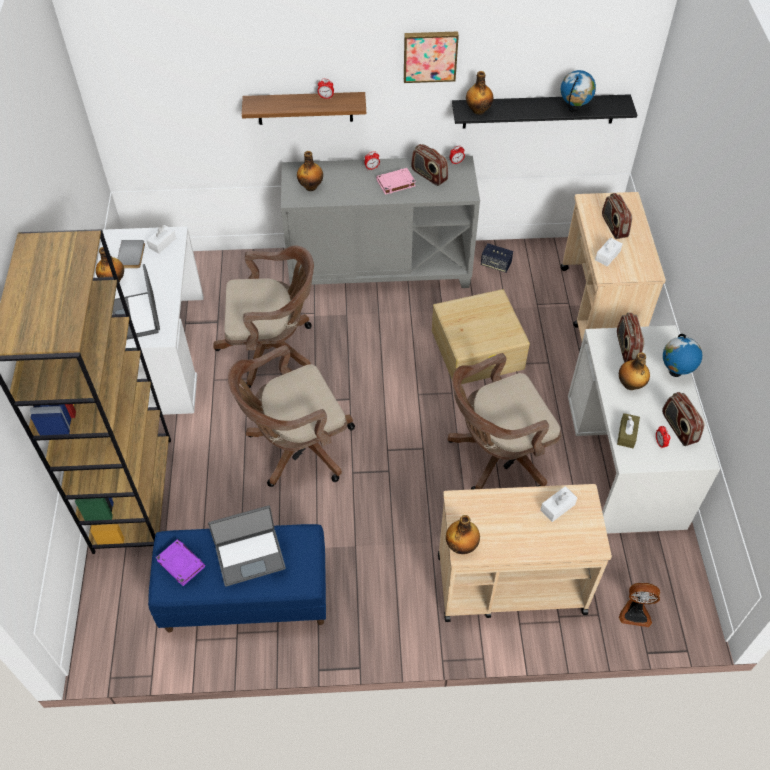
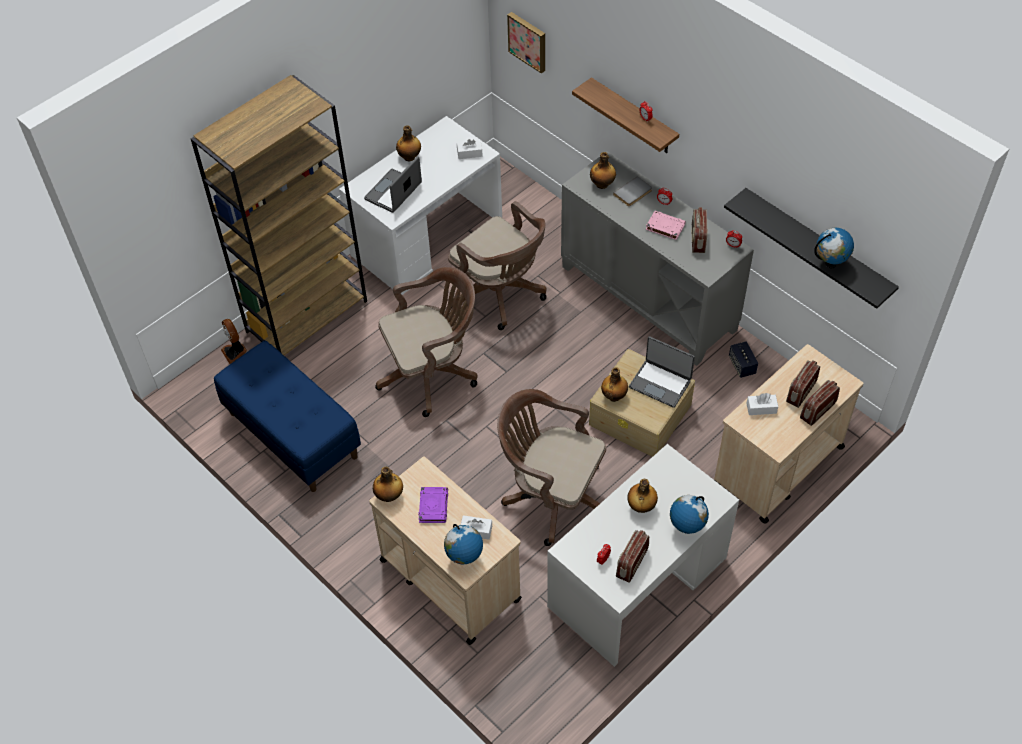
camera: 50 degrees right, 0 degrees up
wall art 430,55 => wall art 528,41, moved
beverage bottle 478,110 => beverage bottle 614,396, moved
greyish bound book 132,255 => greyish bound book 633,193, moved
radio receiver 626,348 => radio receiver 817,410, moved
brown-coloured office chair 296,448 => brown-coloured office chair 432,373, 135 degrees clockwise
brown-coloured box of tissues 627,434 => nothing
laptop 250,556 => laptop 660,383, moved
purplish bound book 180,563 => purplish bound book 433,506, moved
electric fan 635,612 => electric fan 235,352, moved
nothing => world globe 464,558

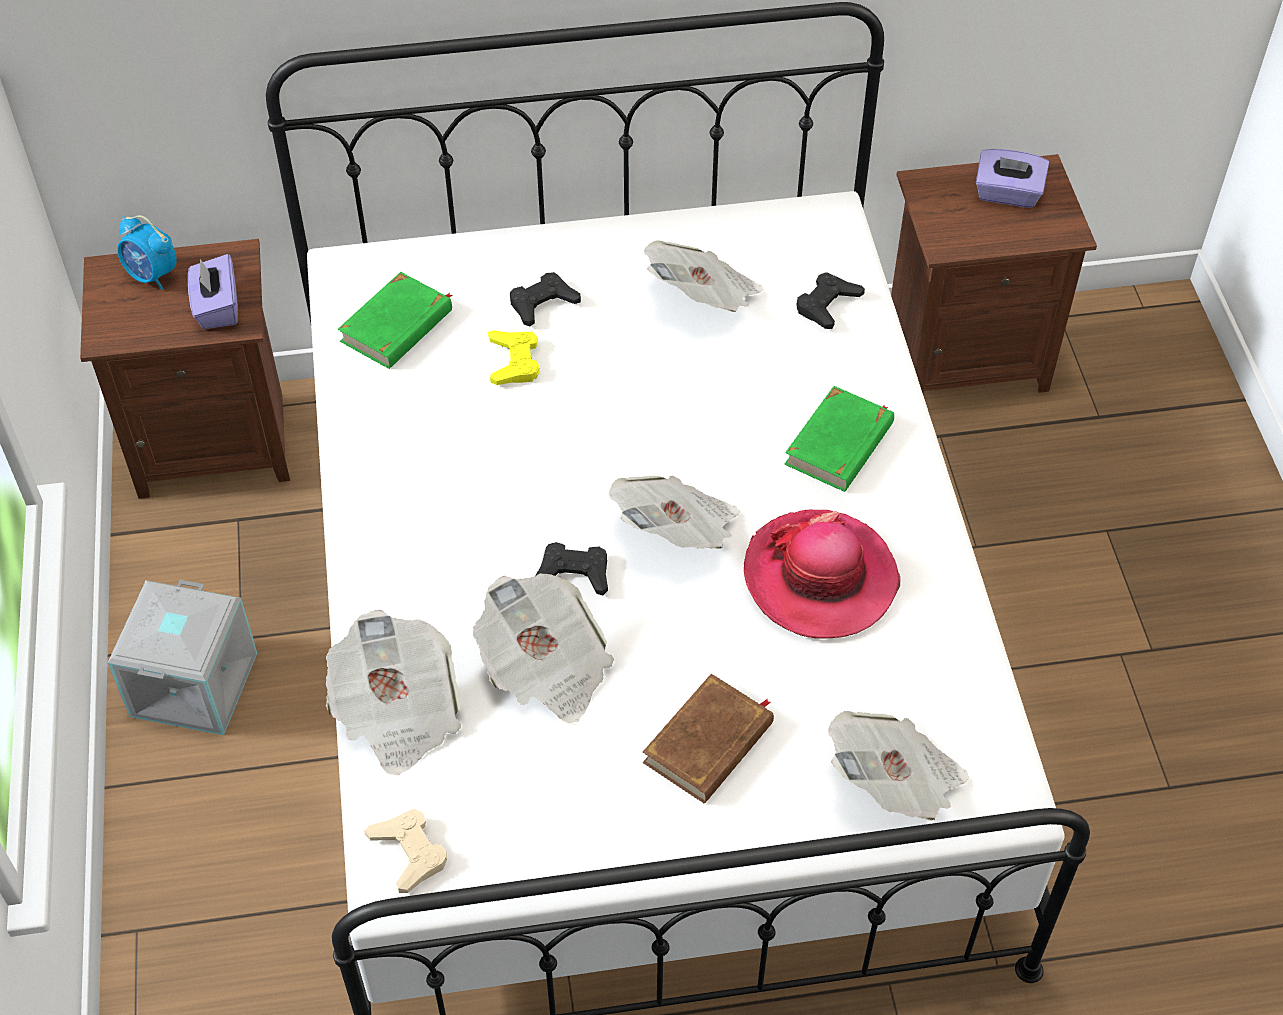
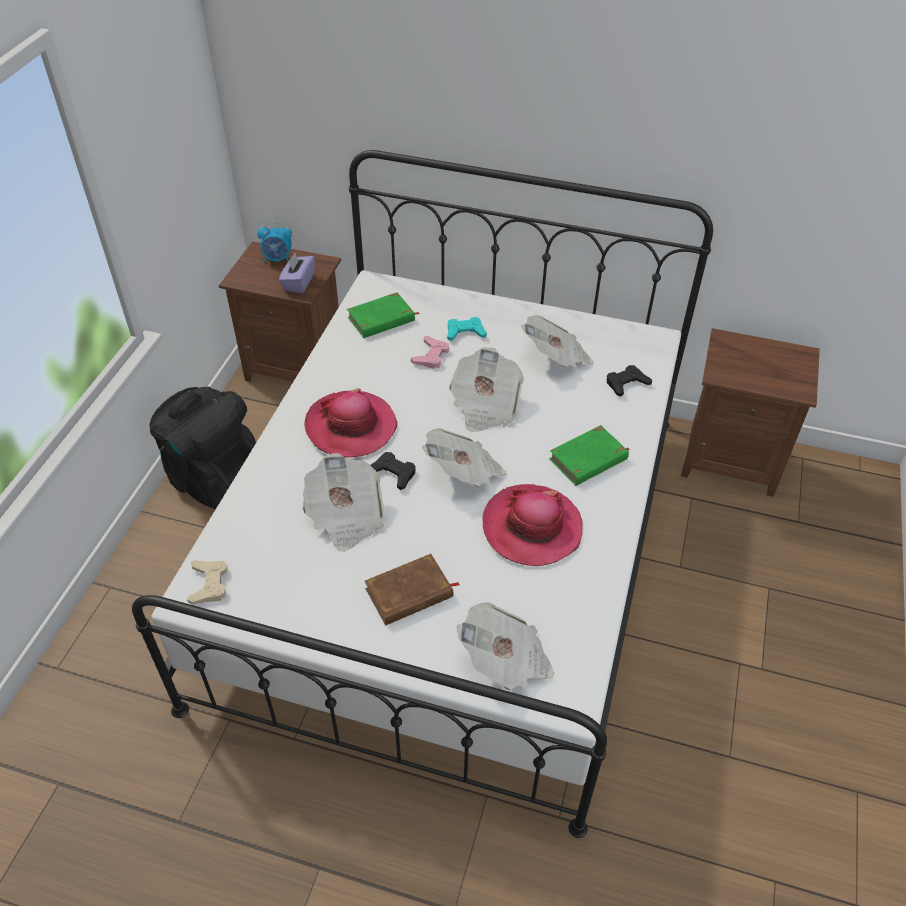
camera: 25 degrees right, 5 degrees down
purplish box of tissues 1007,194 => nothing
bedside clock 152,276 => bedside clock 278,259, 60 degrees counterclockwise
blackish joypad 542,303 => turquoise joypad 465,332
yellow joypad 514,362 => pinkish joypad 431,356
greyish storage bin 196,685 => blackish backpack 214,479
newspaper 397,712 => newspaper 484,406, moved
nothing => wearable hat 351,426

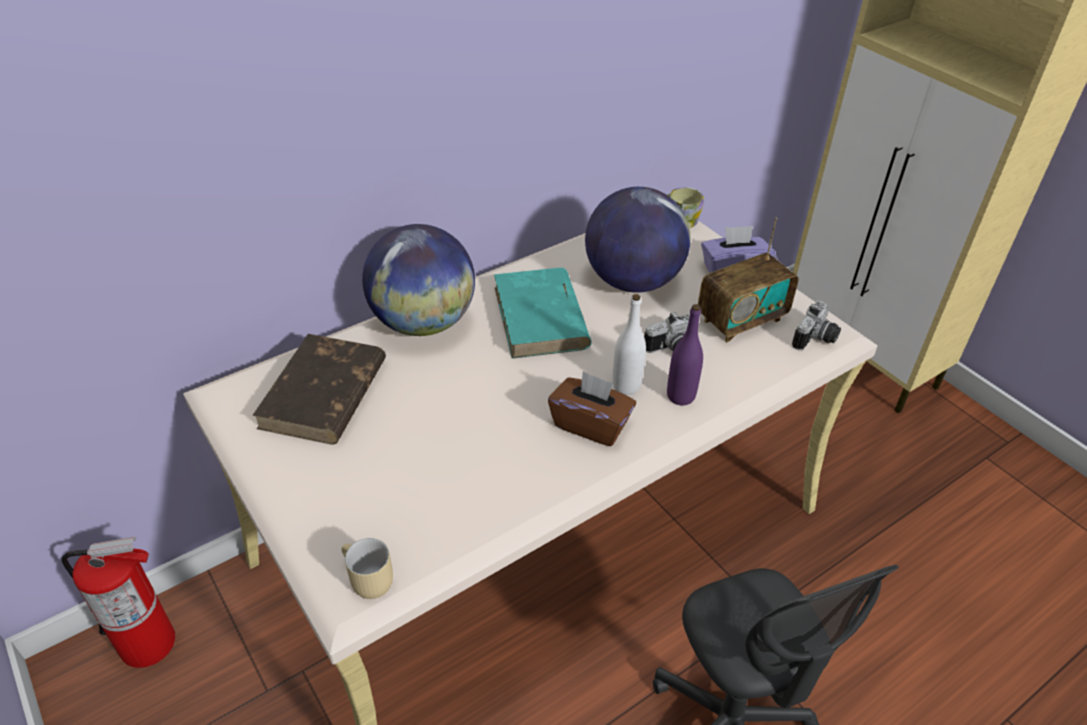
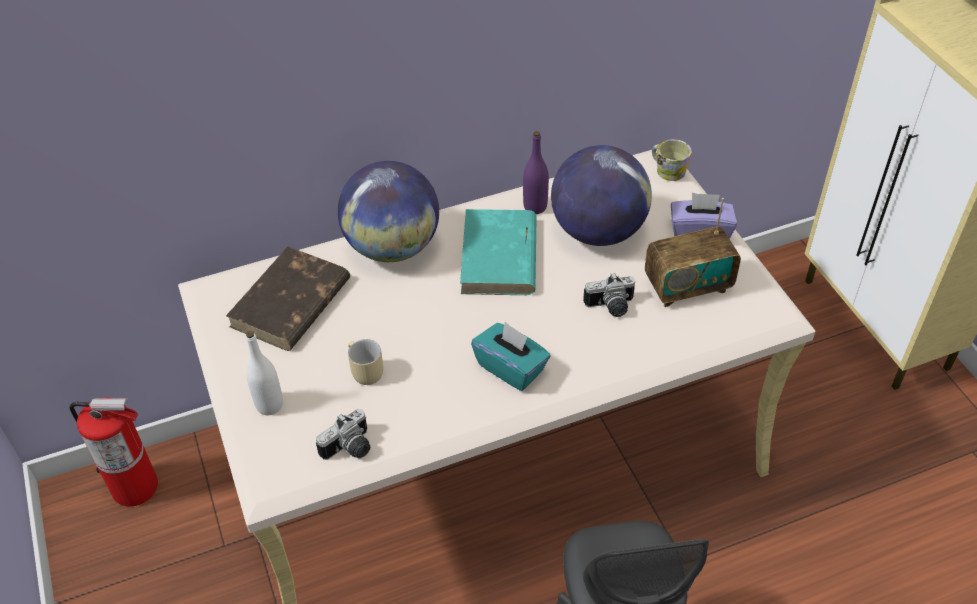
camera: 15 degrees right, 5 degrees up
white beverage bottle 626,386 => white beverage bottle 269,405, moved
photo camera 816,339 => photo camera 350,449, moved
purplish beverage bottle 680,396 => purplish beverage bottle 535,207, moved
brown-coloured box of tissues 591,424 => turquoise box of tissues 511,368
beige tea mug 365,581 => beige tea mug 363,372, moved

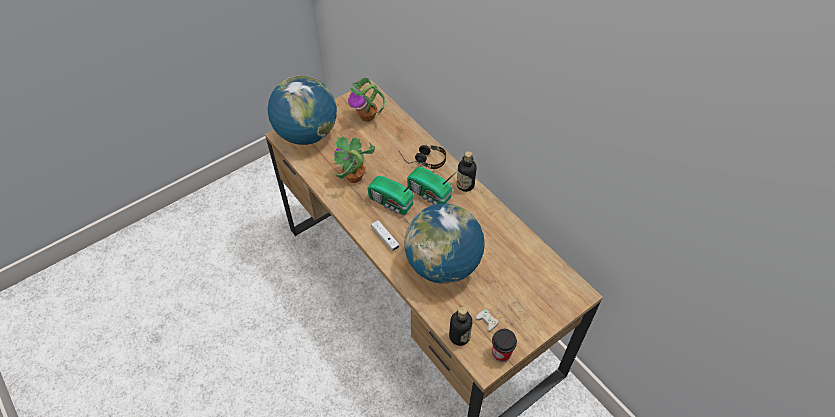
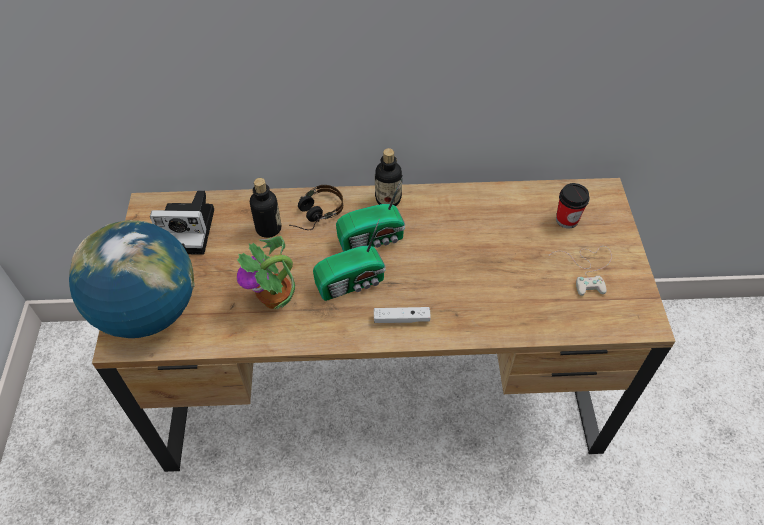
camera: 55 degrees left, 0 degrees up
plant in a pot 367,116 => photo camera 189,230
world globe 443,265 => nothing
beverage bottle 459,336 => beverage bottle 268,228, moved
small cup 501,353 => small cup 566,220, moved

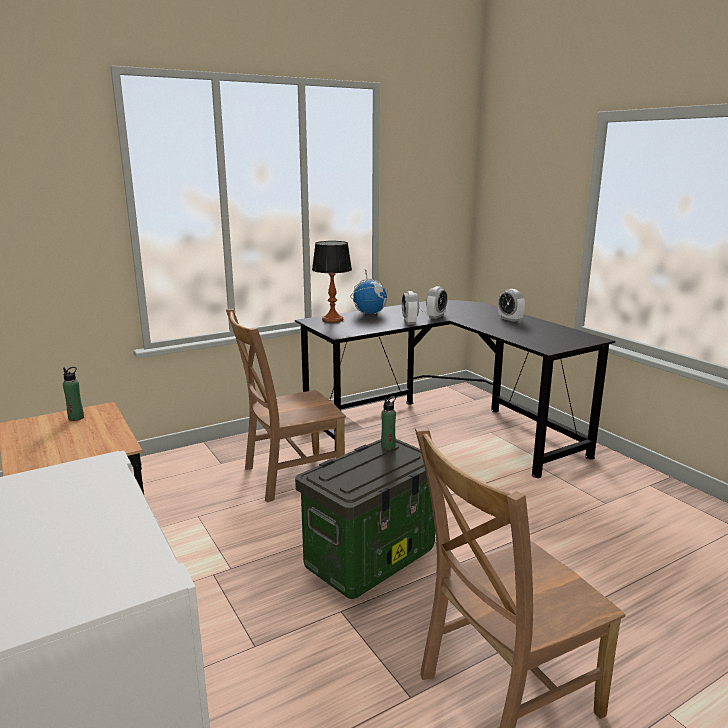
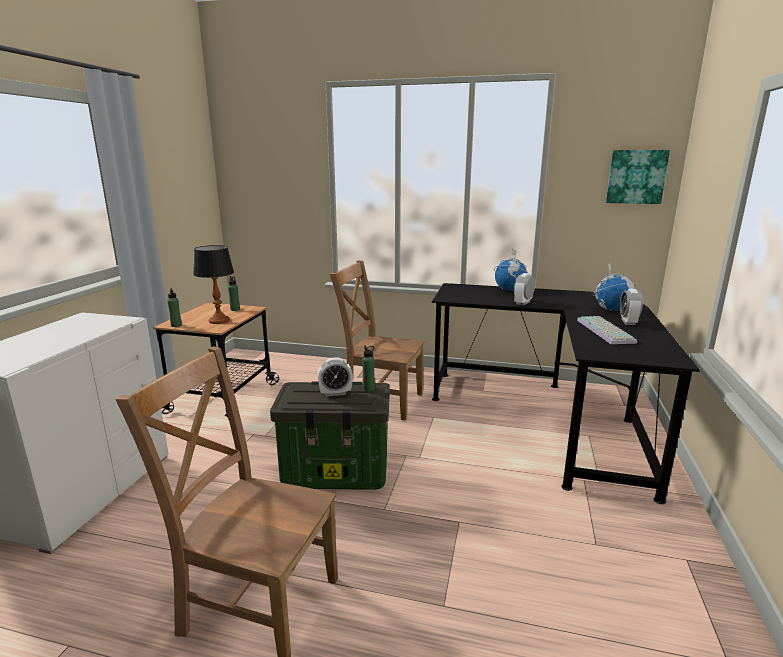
camera: 45 degrees right, 0 degrees up
lamp for a table 332,320 => lamp for a table 219,321, moved
bedside clock 436,316 => bedside clock 335,393, moved
nothing => wall art 636,177
nothing => world globe 612,310
nothing => green-coloured beverage bottle 176,325
nothing => computer keyboard 606,331

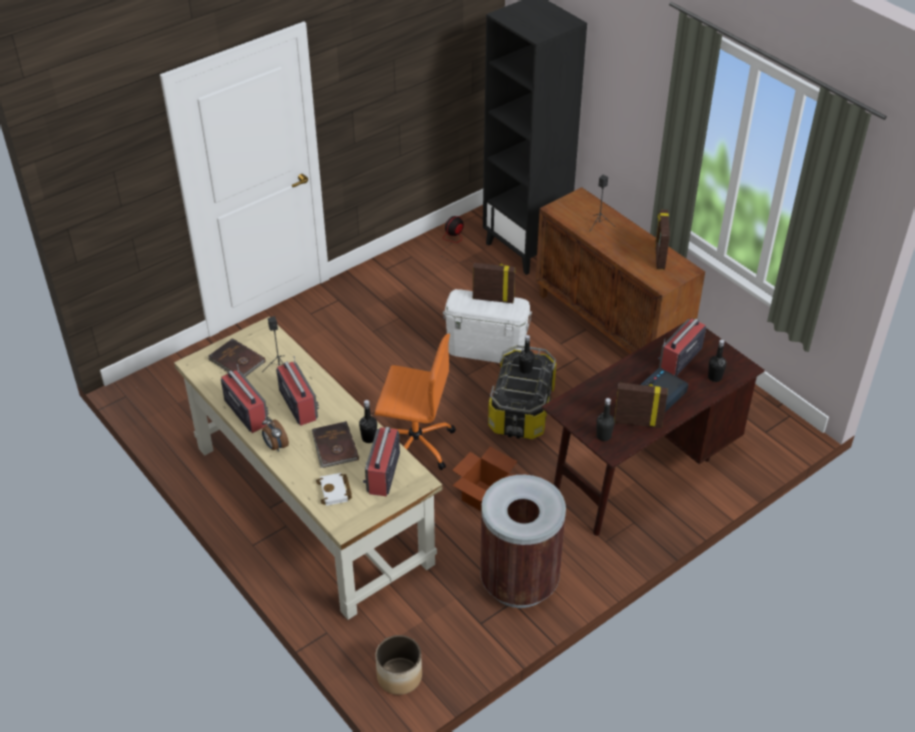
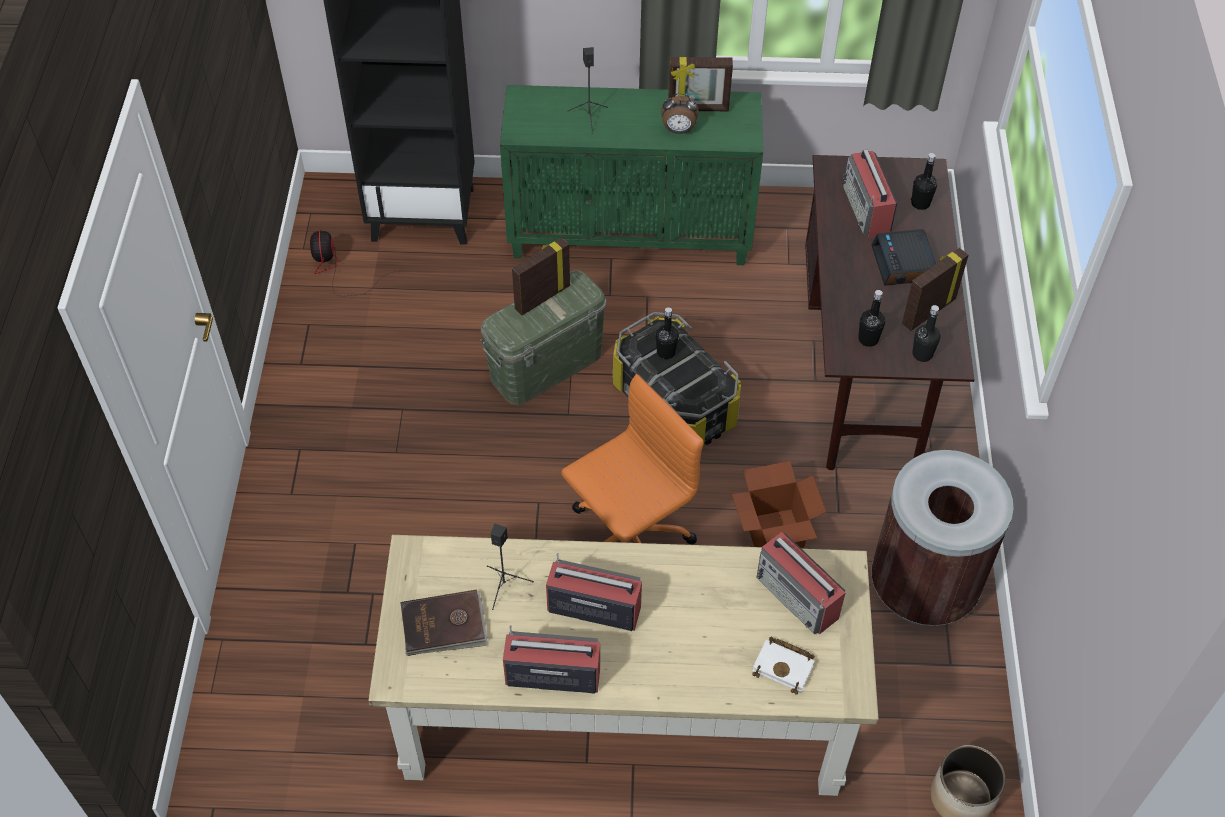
camera: 50 degrees left, 10 degrees up
brown-coloured storage cabinet 611,327 => green-coloured storage cabinet 631,234
standing frame 659,256 => standing frame 698,109, 45 degrees counterclockwise
white storage bin 486,349 => green-coloured storage bin 546,365
blackish beverage bottle 369,438 => blackish beverage bottle 868,339, moved
bedside clock 275,446 => bedside clock 678,130, moved
brown-coloured bound book 334,447 => nothing

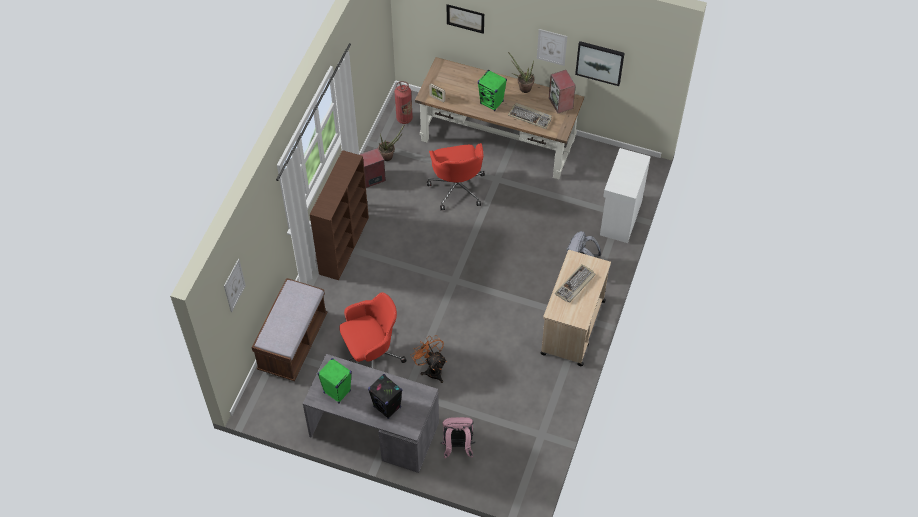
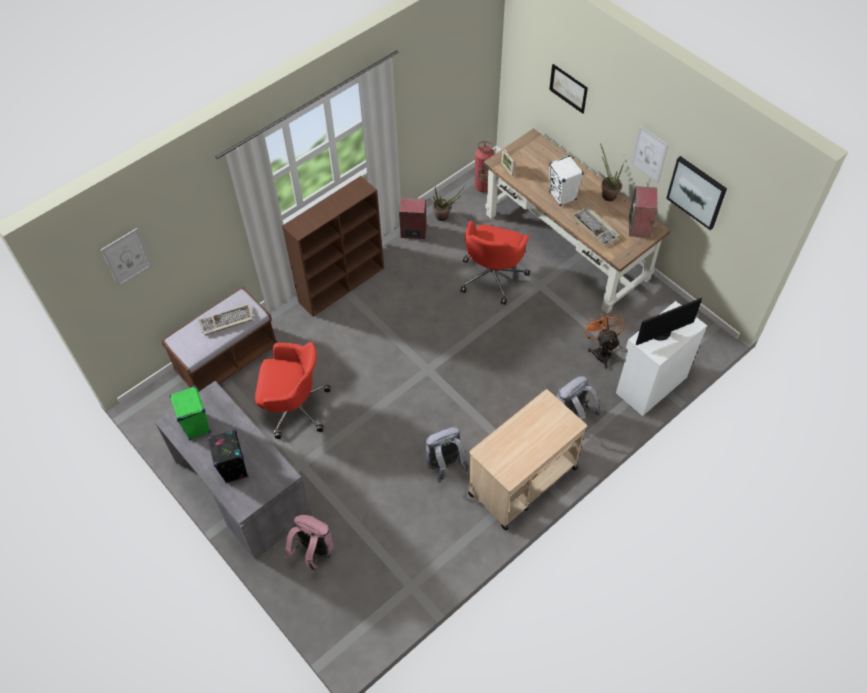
camera: 30 degrees right, 0 degrees up
green-coloured loudspeaker 492,102 => white loudspeaker 562,196
computer keyboard 575,285 => computer keyboard 226,321, moved
orangey electric fan 431,369 => orangey electric fan 601,351, moved
nothing => monitor 660,333
nothing => greyish backpack 445,466

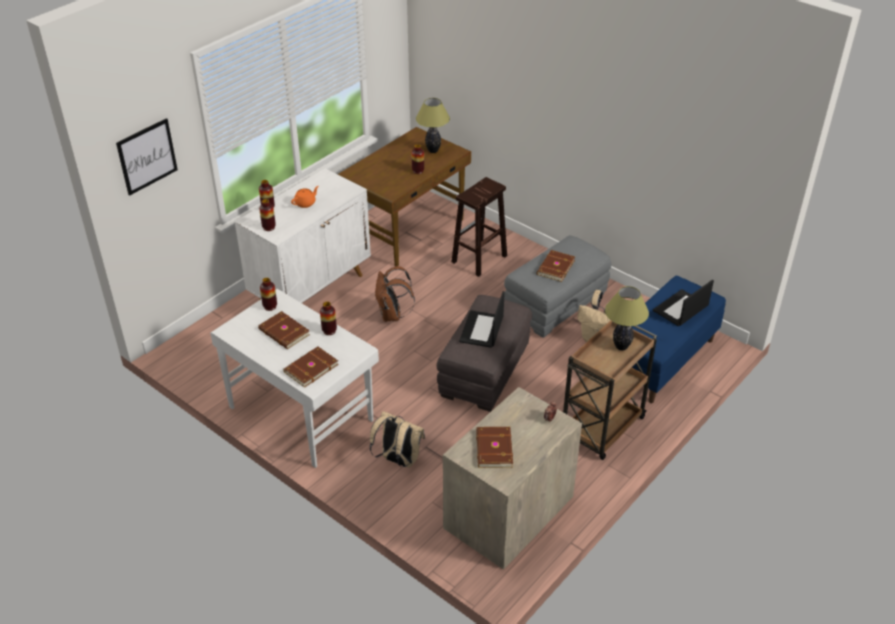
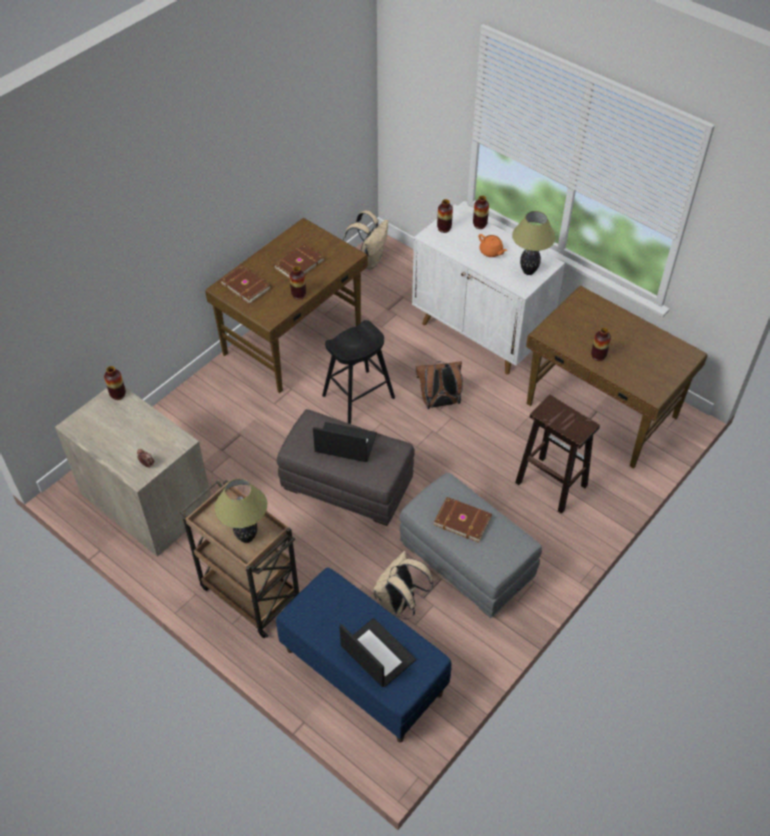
camera: 90 degrees right, 10 degrees up
lamp for a table 433,151 => lamp for a table 528,271, moved
wall art 147,156 => nothing
flower vase 270,306 => flower vase 118,395, moved
white desk table 301,412 => brown-coloured desk table 294,340
beige backpack 398,460 => beige backpack 369,260, moved
brown-coloured bound book 493,449 => nothing
nothing => blackish stool 358,396

